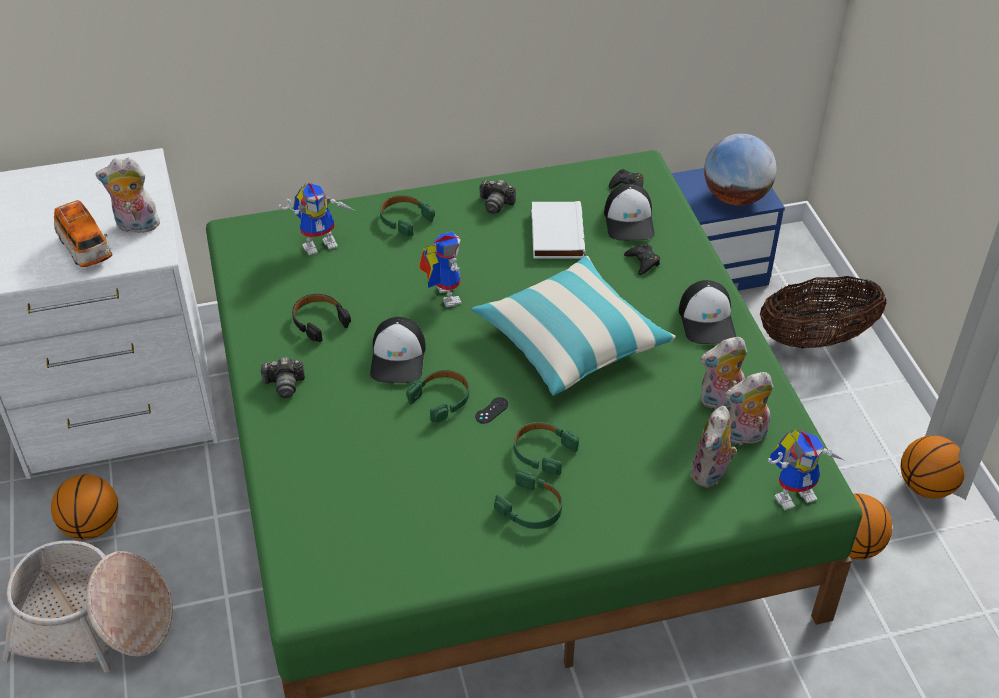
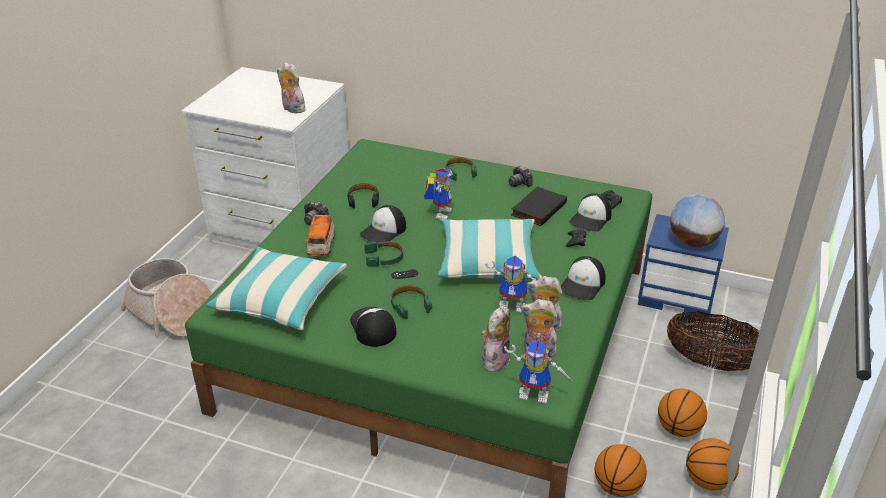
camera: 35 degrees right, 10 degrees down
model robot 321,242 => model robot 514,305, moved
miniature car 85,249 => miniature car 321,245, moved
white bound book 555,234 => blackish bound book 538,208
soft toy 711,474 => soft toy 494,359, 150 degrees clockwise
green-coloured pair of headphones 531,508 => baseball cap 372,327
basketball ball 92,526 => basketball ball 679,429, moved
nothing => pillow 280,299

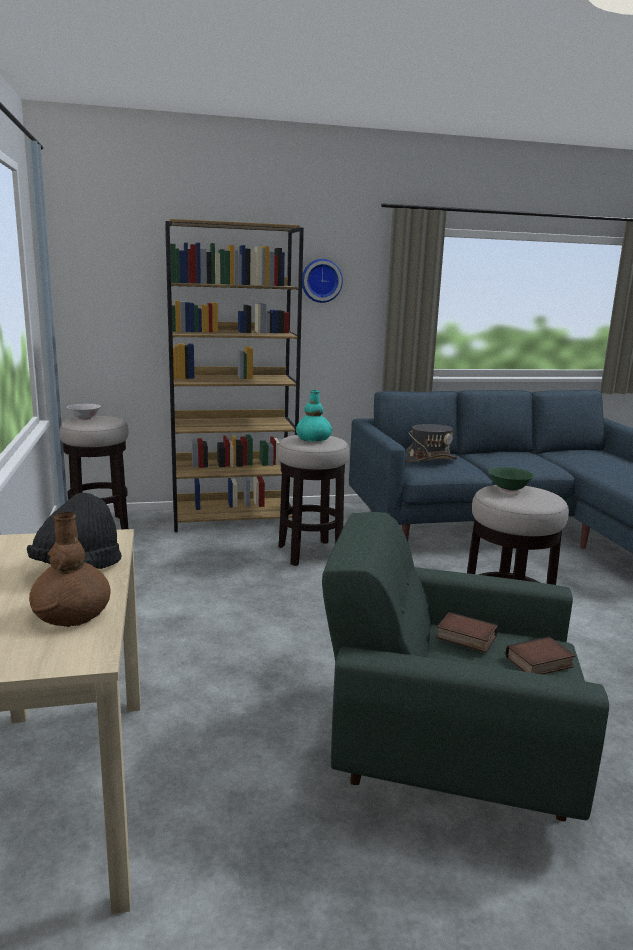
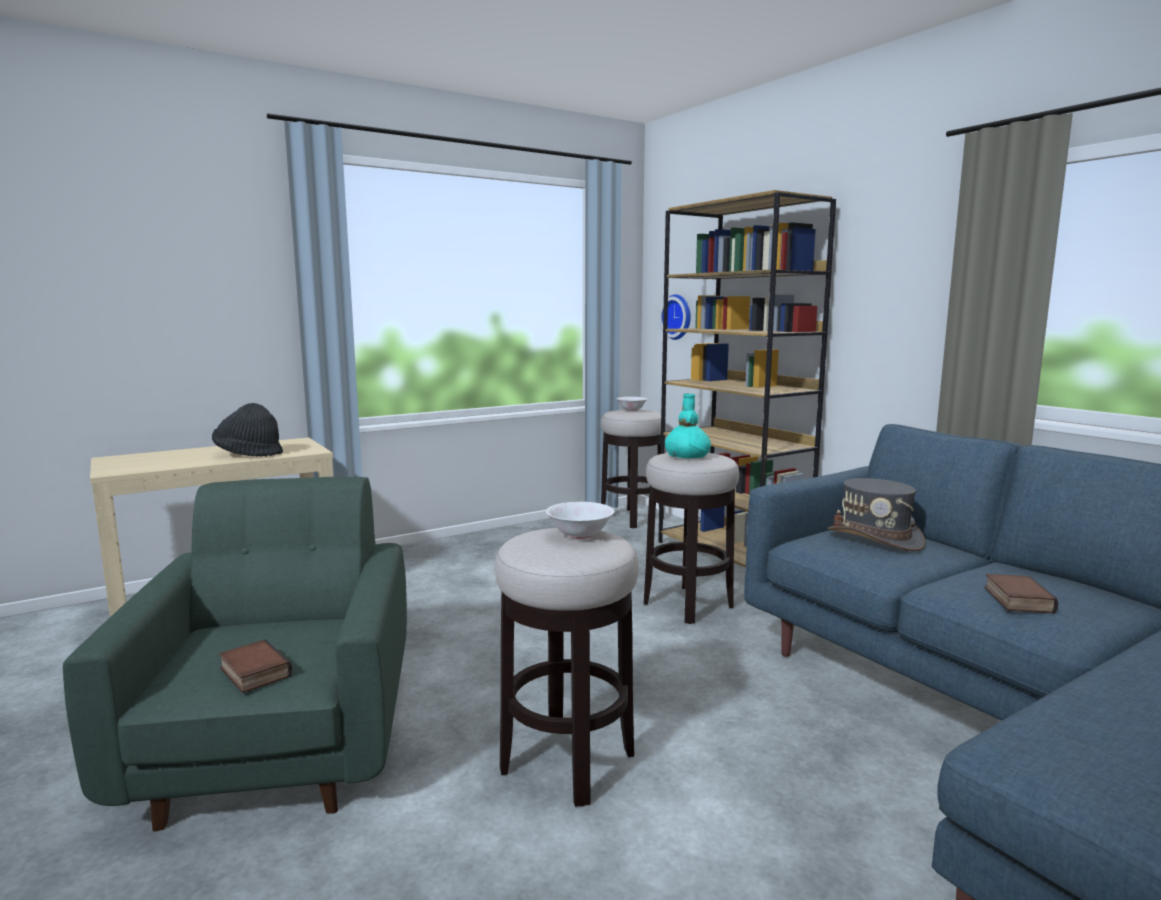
camera: 70 degrees right, 5 degrees down
wall clock 321,280 => wall clock 678,317, moved
green-coloured bowl 509,489 => white bowl 579,535
brown-coloured flower vase 72,613 => nothing
bound book 464,637 => bound book 1016,599, moved

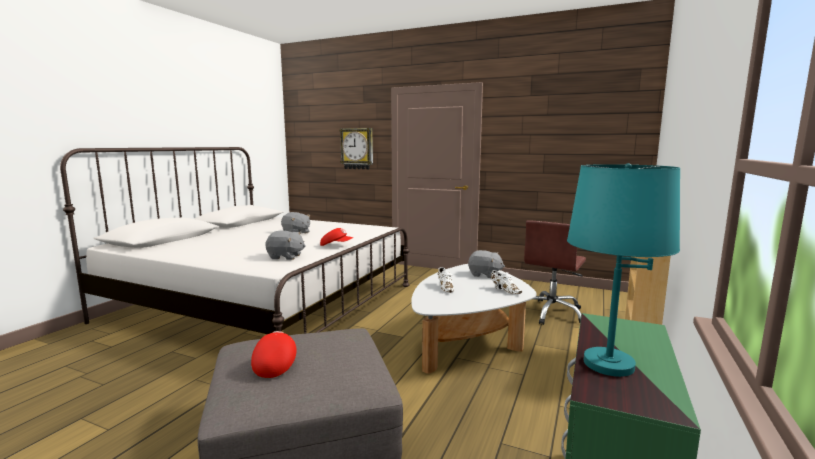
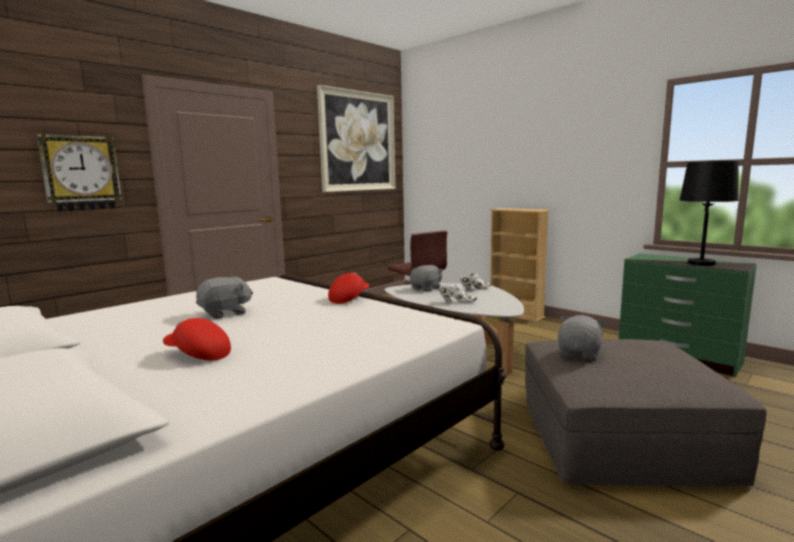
camera: 70 degrees left, 0 degrees up
turquoise lamp for a table 608,364 => blackish lamp for a table 701,263
greyish soft toy 285,257 => greyish soft toy 579,354, moved
red-coloured baseball cap 275,364 => red-coloured baseball cap 198,355, moved
nothing => wall art 358,141

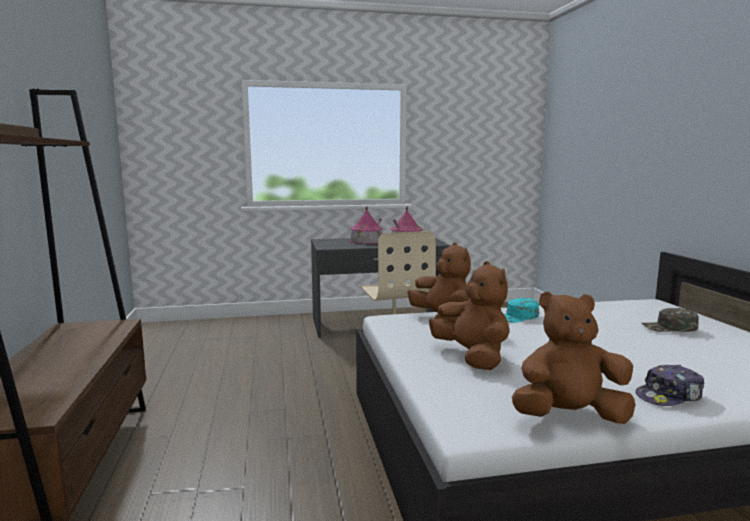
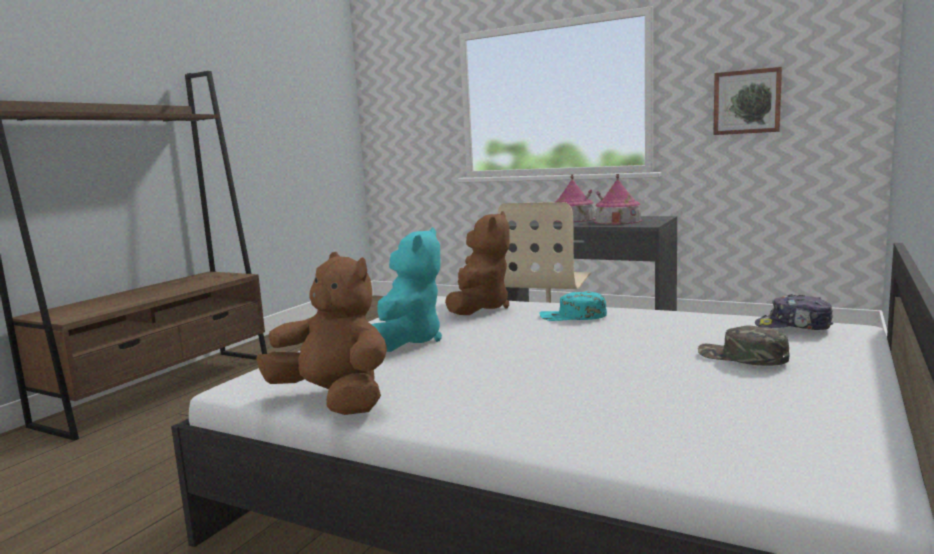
camera: 40 degrees right, 0 degrees up
brown-coloured soft toy 472,357 => turquoise soft toy 407,341
baseball cap 669,396 => baseball cap 793,326, moved
nothing => wall art 747,102

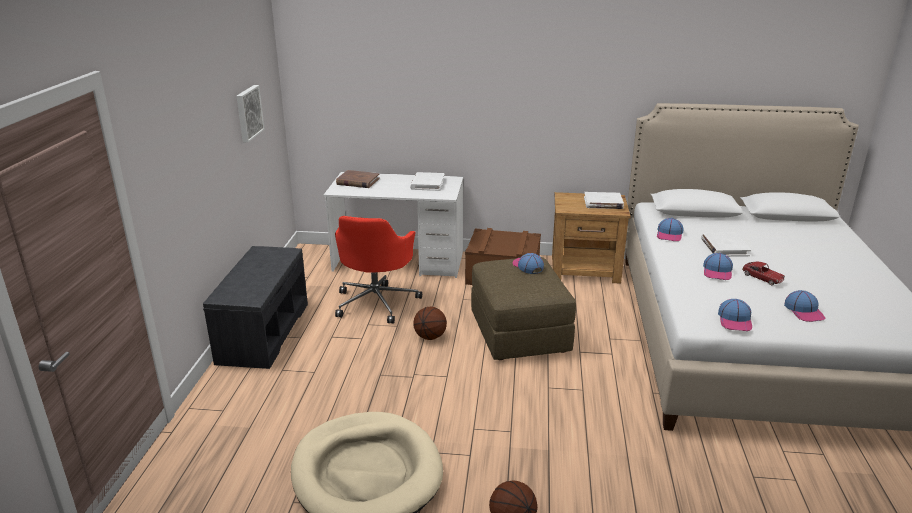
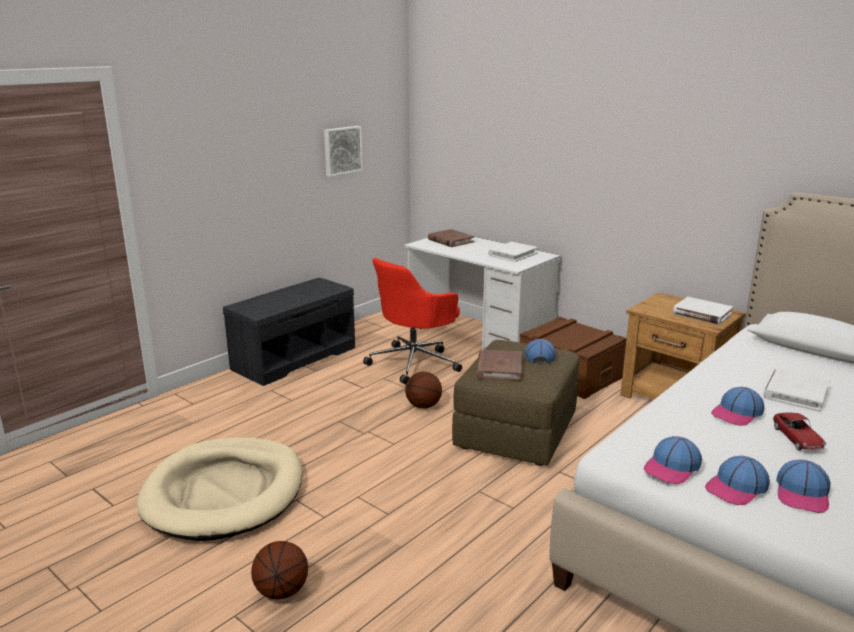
camera: 35 degrees right, 5 degrees down
baseball cap 669,235 => baseball cap 736,488, moved
nothing => brown-coloured bound book 499,368

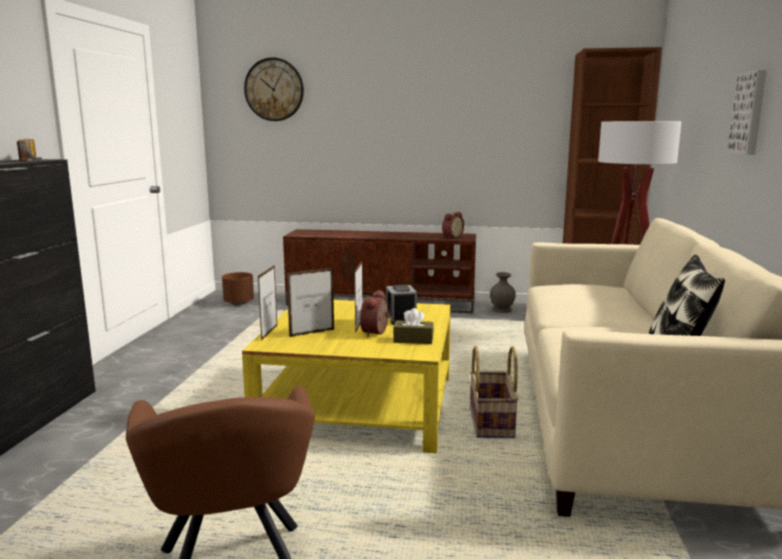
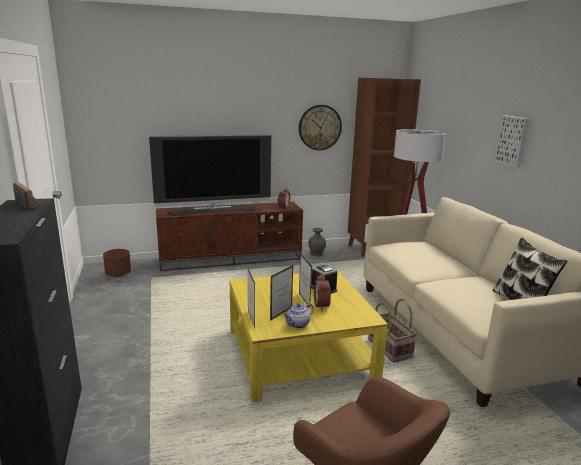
camera: 25 degrees left, 5 degrees up
wall clock 274,89 => wall clock 320,127, moved
brown-coloured box of tissues 413,340 => nothing
nothing => TV set 213,211
nothing => pot for tea 298,324

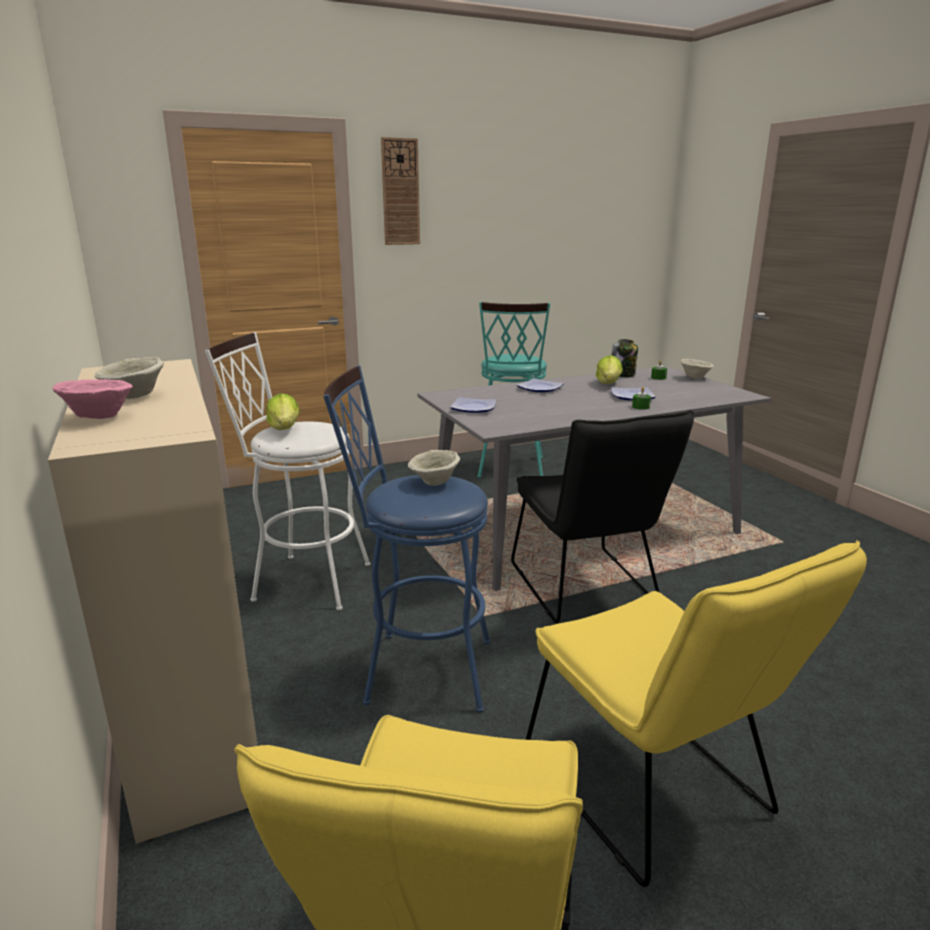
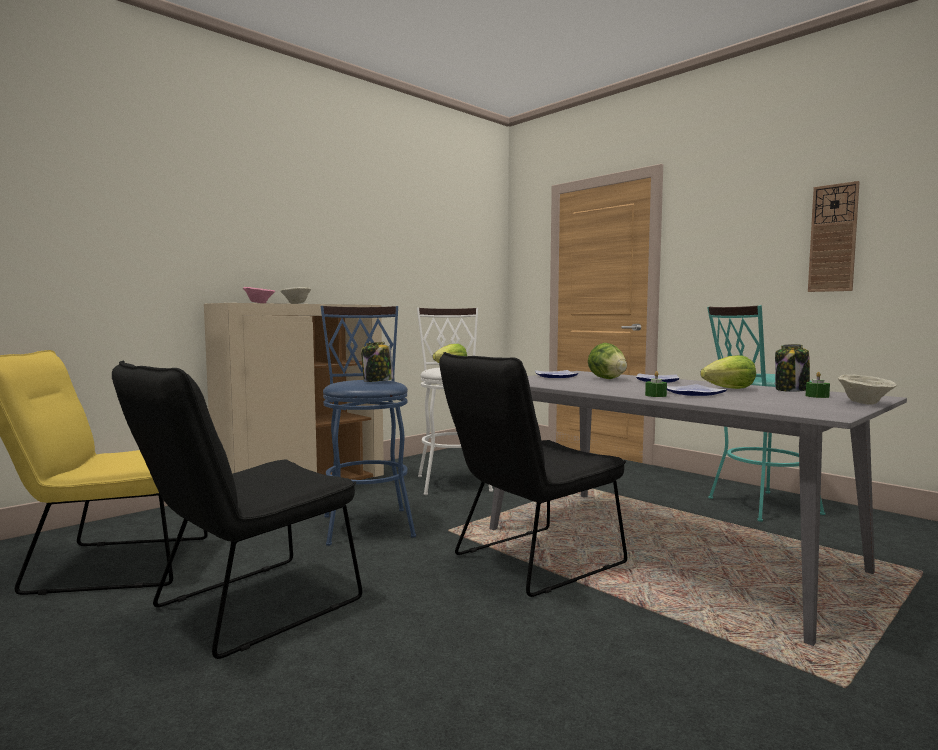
camera: 70 degrees right, 15 degrees down
wall clock 400,192 => wall clock 833,238, moved
beige bowl 435,483 => jar 377,381
yellow plain chair 655,793 => blackish plain chair 245,609
nothing => lettuce head 607,379

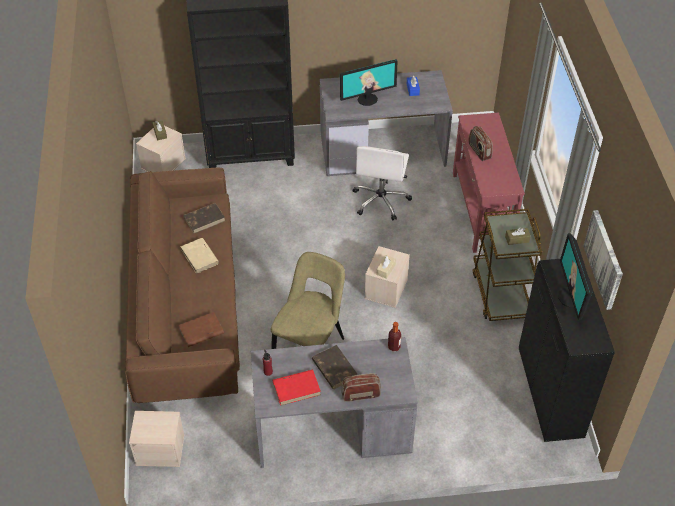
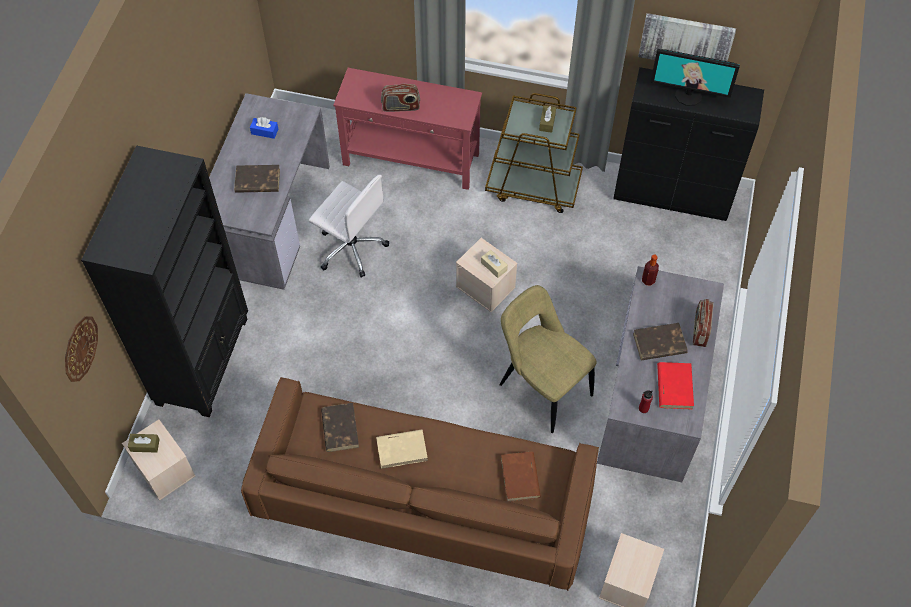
camera: 70 degrees left, 10 degrees up
monitor 367,99 => brown-coloured bound book 257,181
nothing => wall clock 80,348

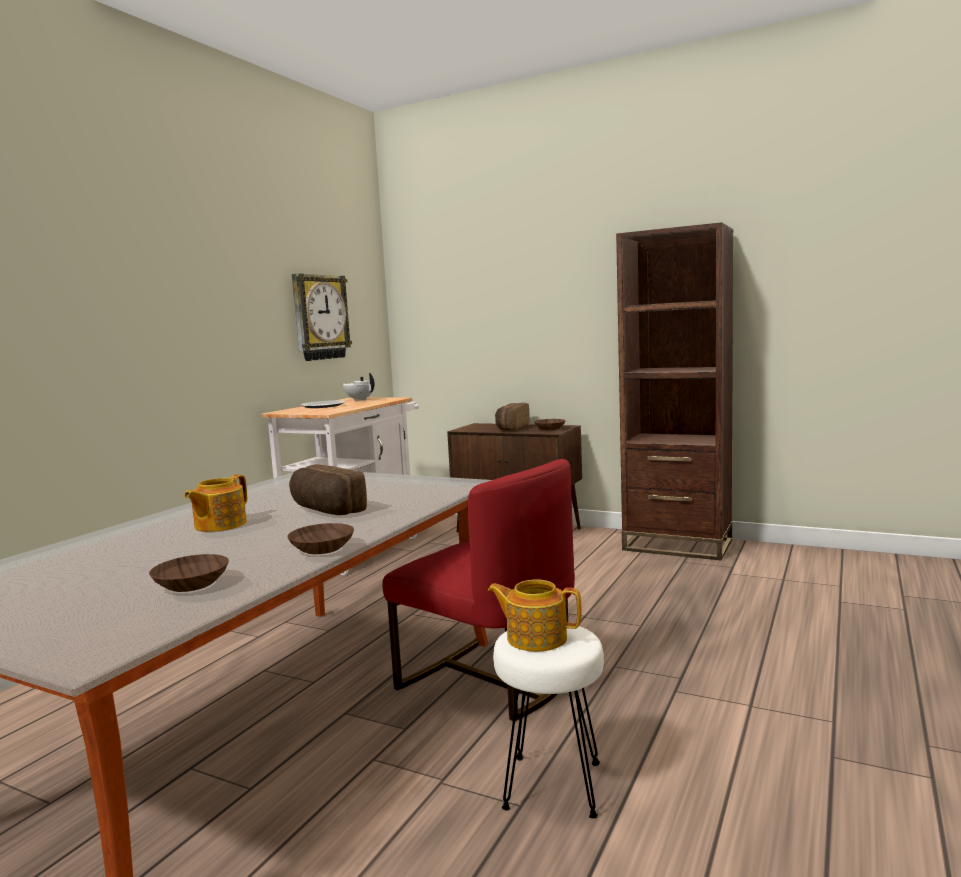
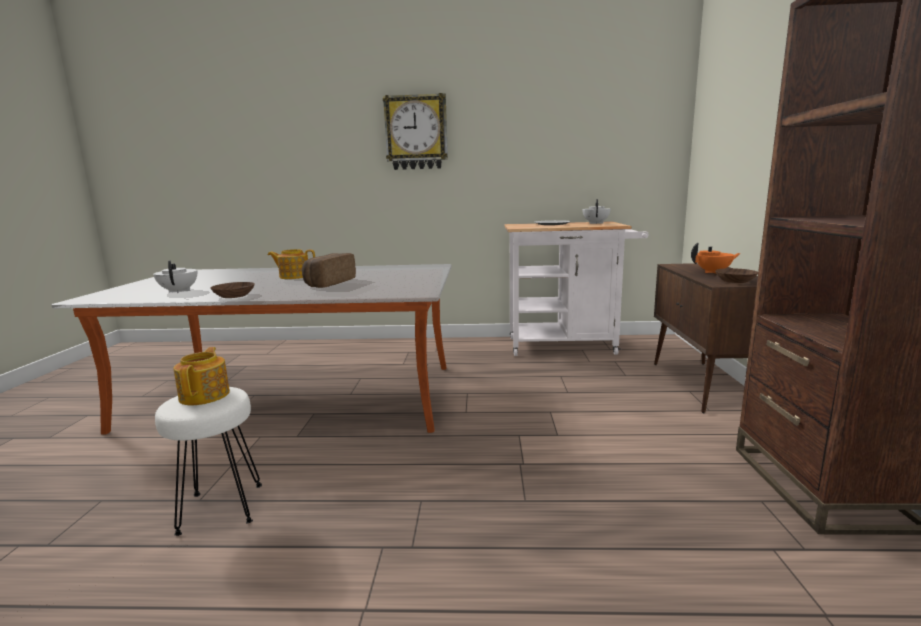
camera: 65 degrees right, 5 degrees up
wall clock 319,317 => wall clock 416,133, moved
bread 511,427 => orangey pot for tea 713,272
red-coloured plain chair 489,681 => nothing
brown-coloured bowl 191,584 => white pot for tea 179,291

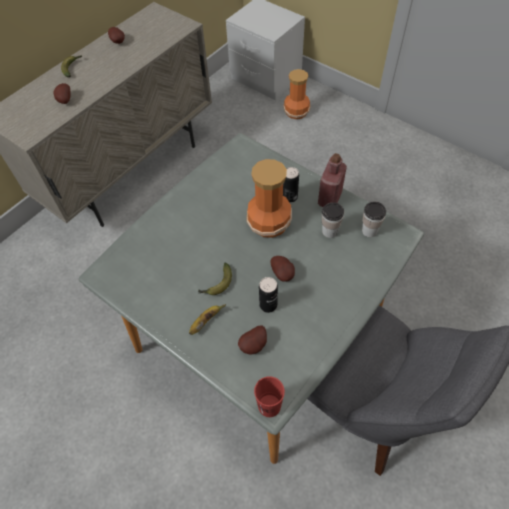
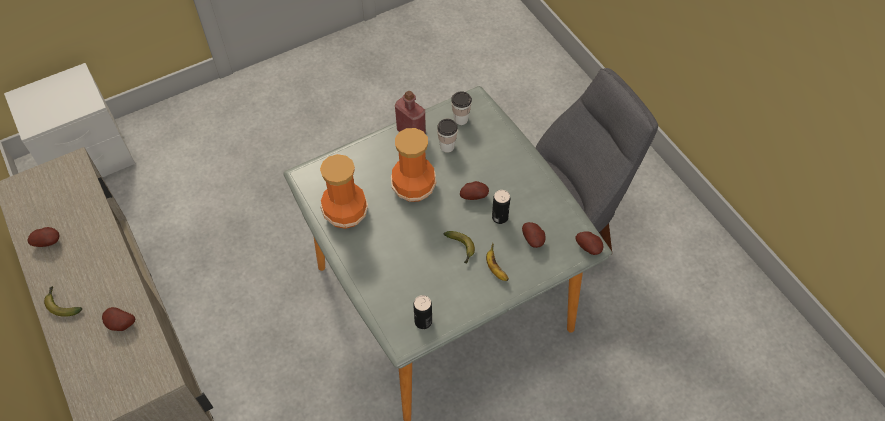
camera: 70 degrees left, 0 degrees up
flower vase 296,111 => flower vase 344,212, moved
metal can 289,197 => metal can 423,321, moved
red-coloured small cup 269,406 => spud 589,247

